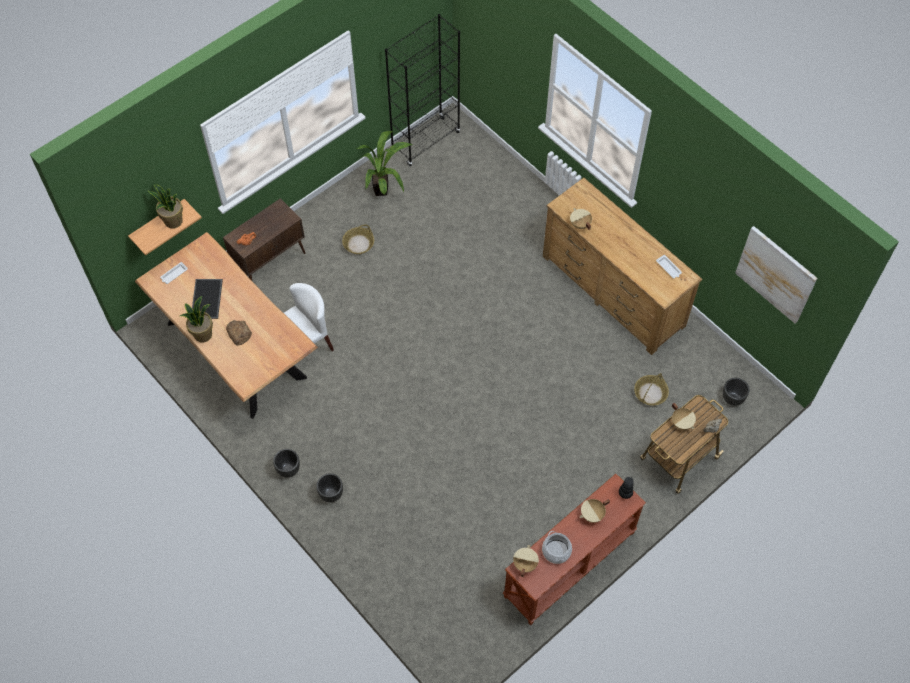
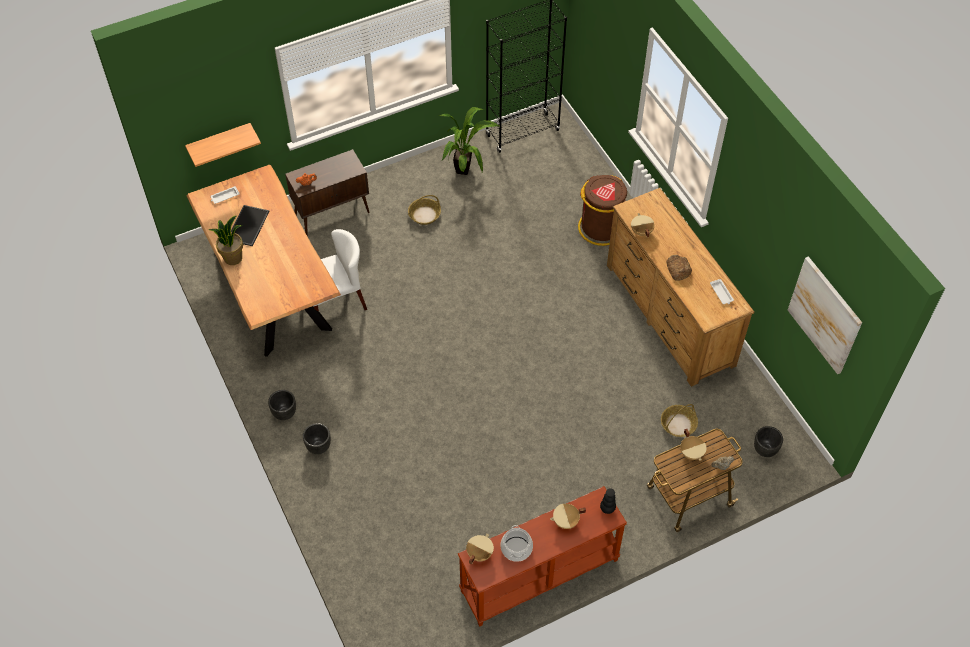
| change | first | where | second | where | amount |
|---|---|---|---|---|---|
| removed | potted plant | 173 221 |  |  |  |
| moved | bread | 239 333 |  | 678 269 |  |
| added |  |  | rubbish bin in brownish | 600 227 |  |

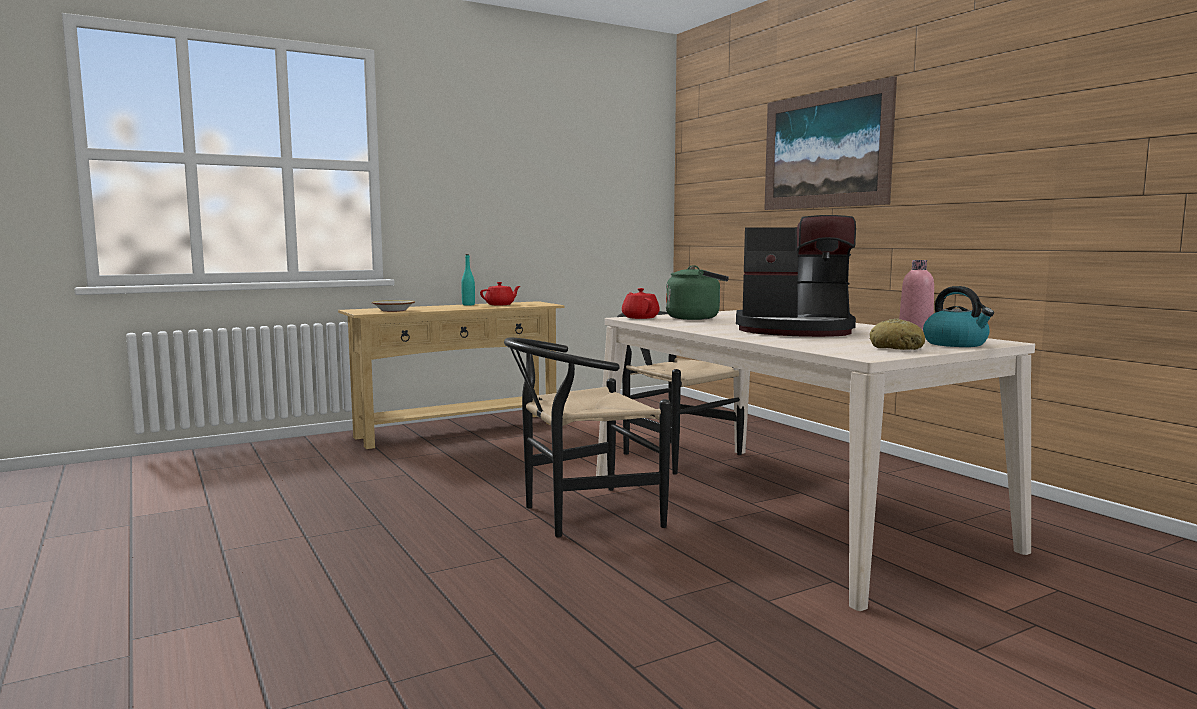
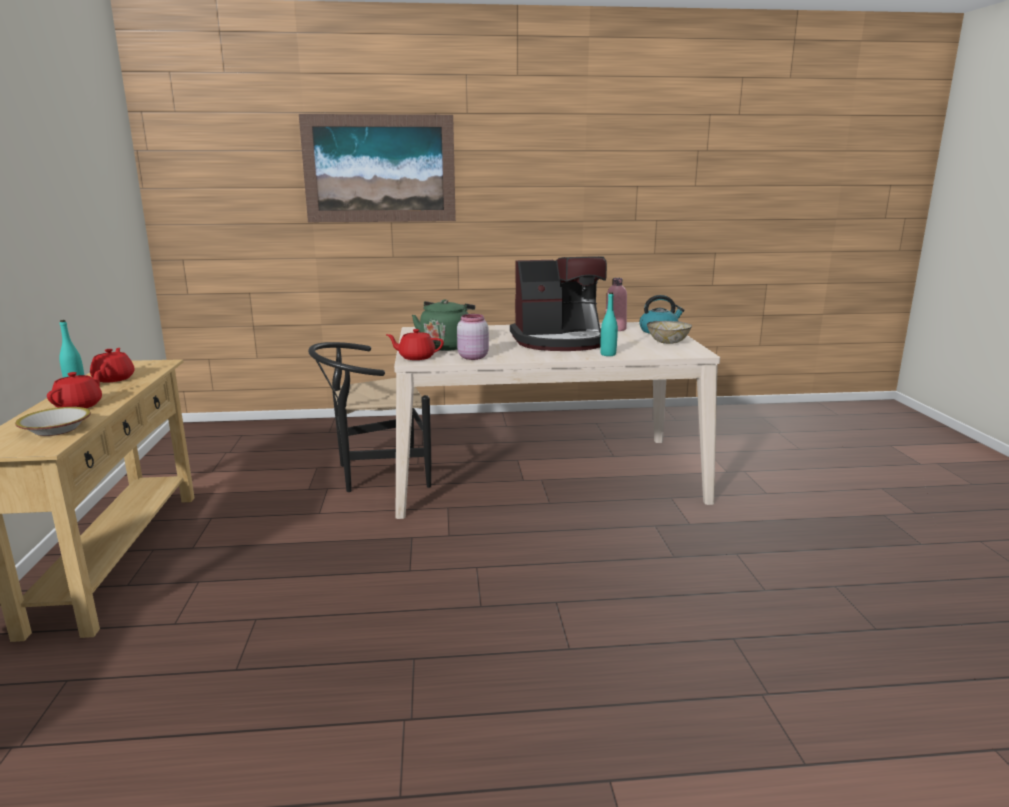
| change | first | where | second | where | amount |
|---|---|---|---|---|---|
| turned | coffee brewer | 795 330 |  | 559 341 | 45 degrees clockwise |
| replaced | bread | 896 348 | serving bowl | 667 342 |  |
| removed | plain chair in blackish | 580 515 |  |  |  |
| added |  |  | drink bottle in turquoise-coloured | 608 354 |  |
| added |  |  | preserve jar in pinkish | 472 357 |  |
| added |  |  | tea pot in reddish | 79 405 |  |

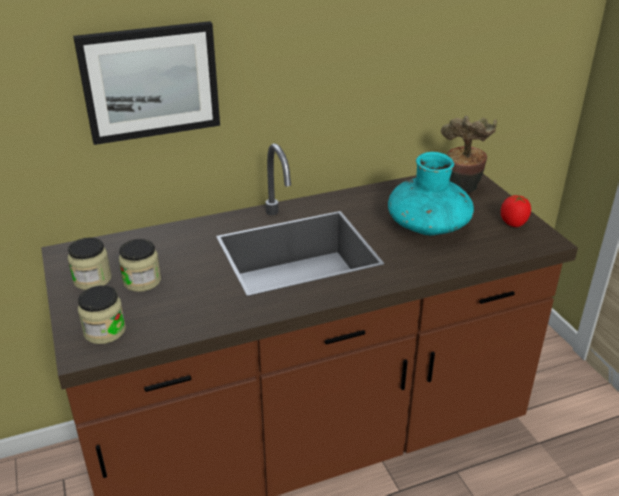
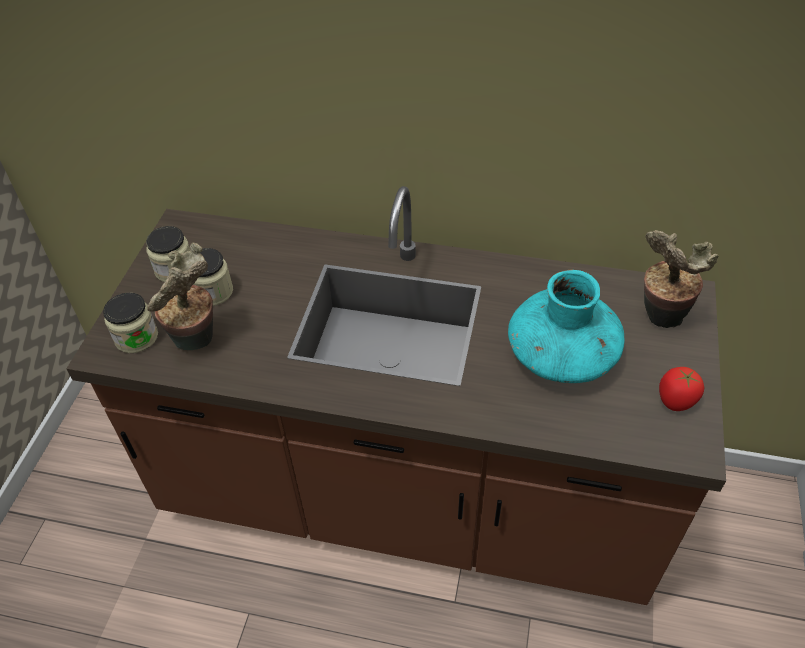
| change | first | where | second | where | amount |
|---|---|---|---|---|---|
| removed | wall picture | 150 82 |  |  |  |
| added |  |  | potted plant | 197 342 |  |

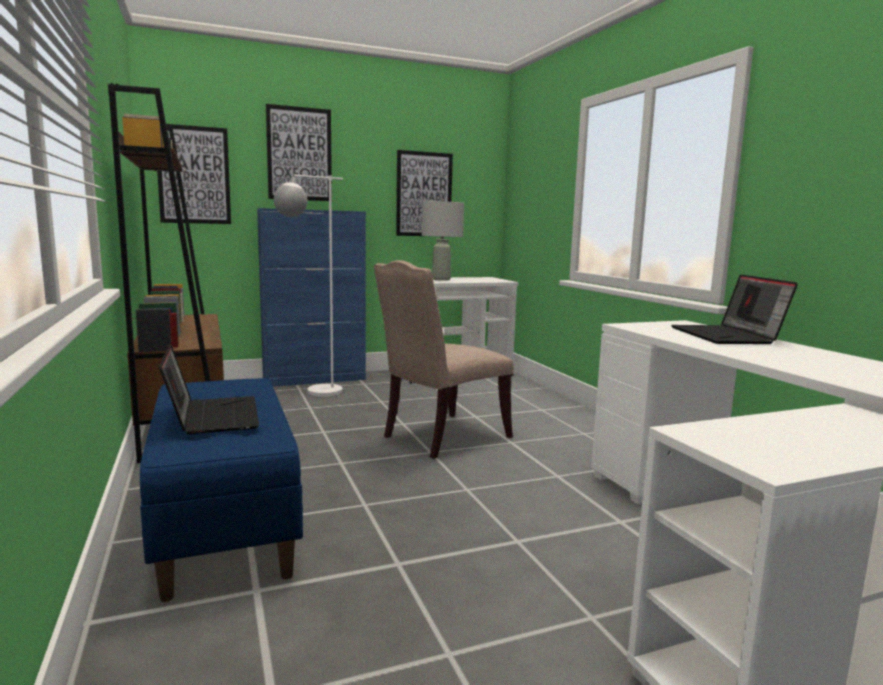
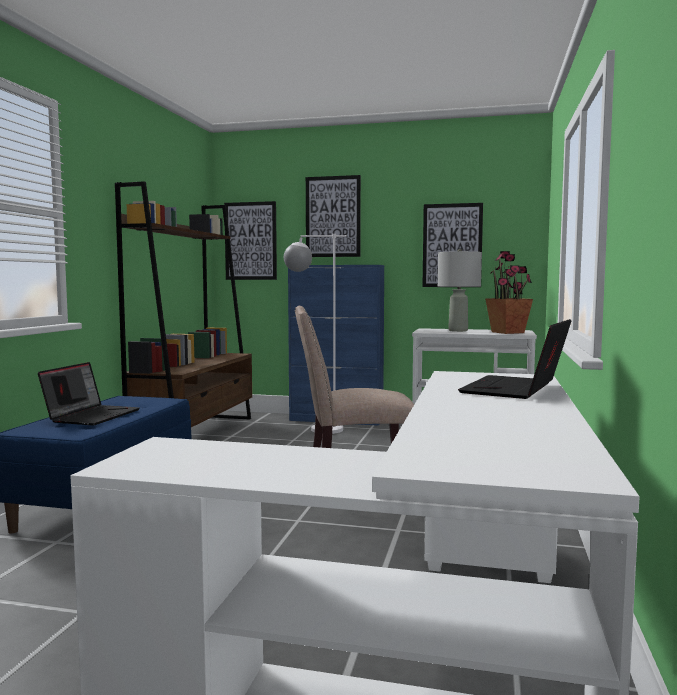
| change | first | where | second | where | amount |
|---|---|---|---|---|---|
| added |  |  | potted plant | 508 332 |  |

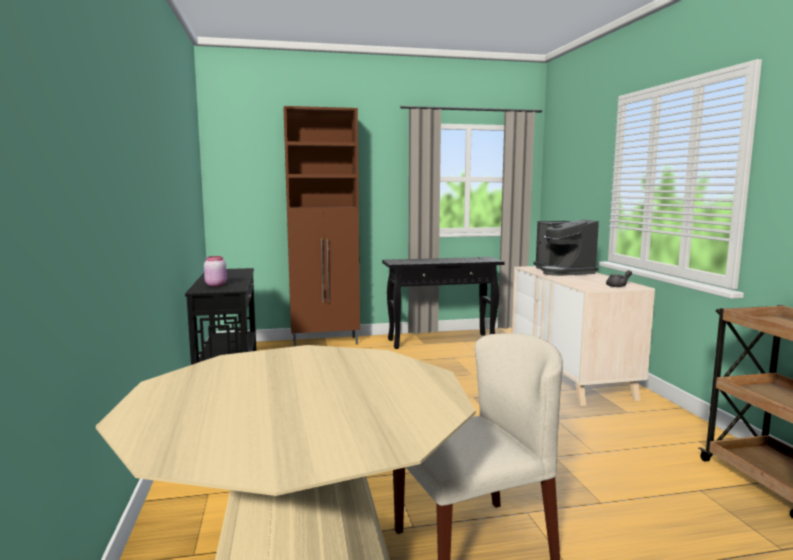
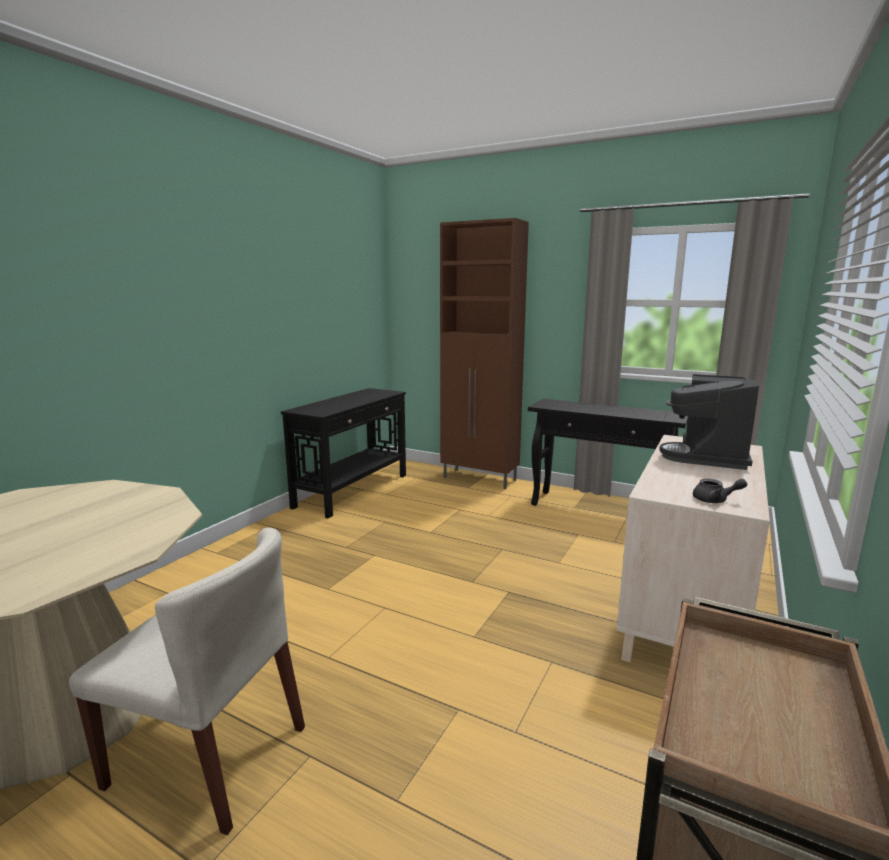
| change | first | where | second | where | amount |
|---|---|---|---|---|---|
| removed | preserve jar in pinkish | 216 285 |  |  |  |

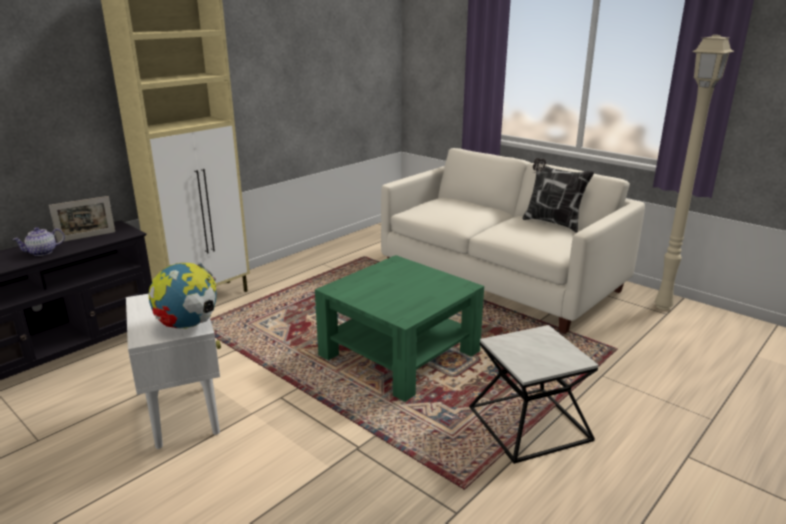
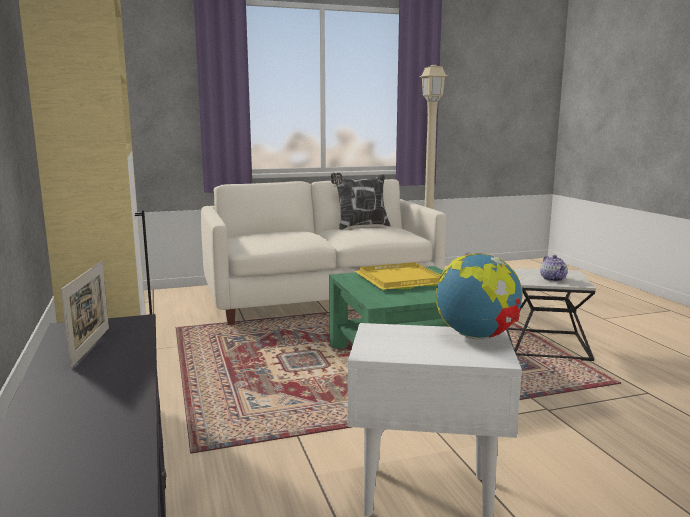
| change | first | where | second | where | amount |
|---|---|---|---|---|---|
| moved | tea pot | 42 252 |  | 553 279 |  |
| added |  |  | serving tray in yellowish | 399 279 |  |

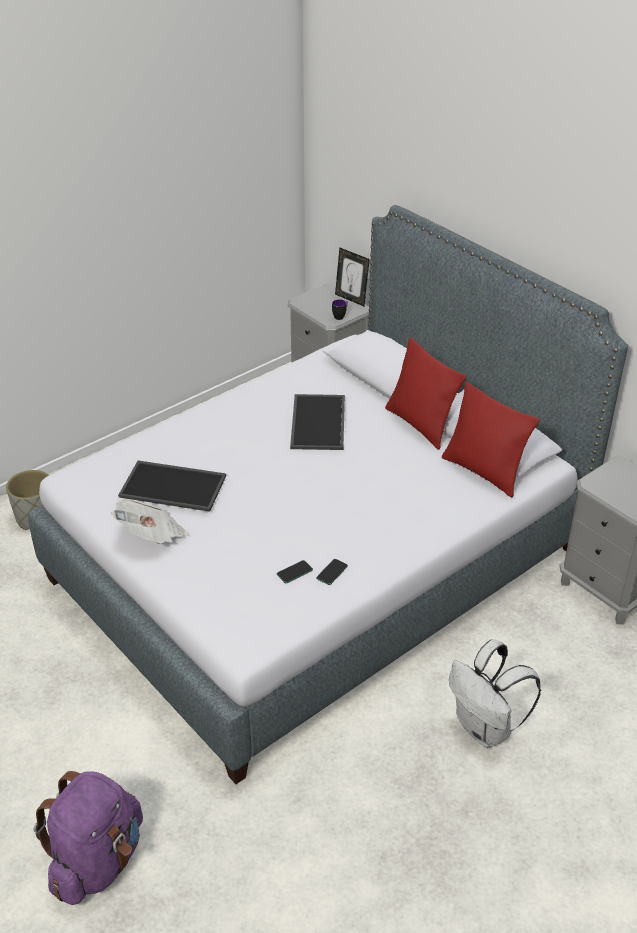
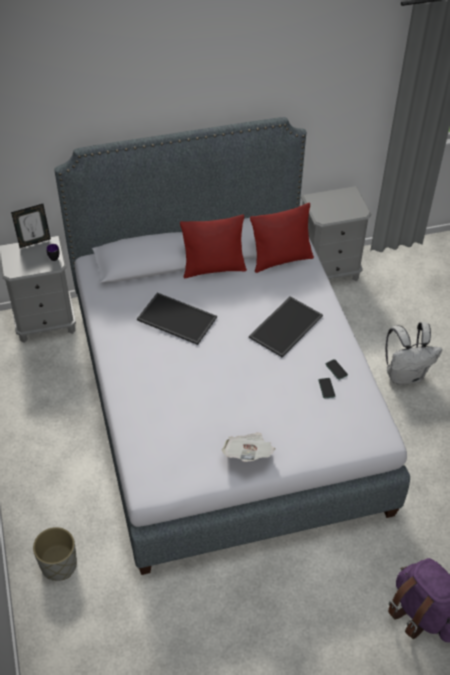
| change | first | where | second | where | amount |
|---|---|---|---|---|---|
| moved | serving tray | 174 485 |  | 285 325 |  |

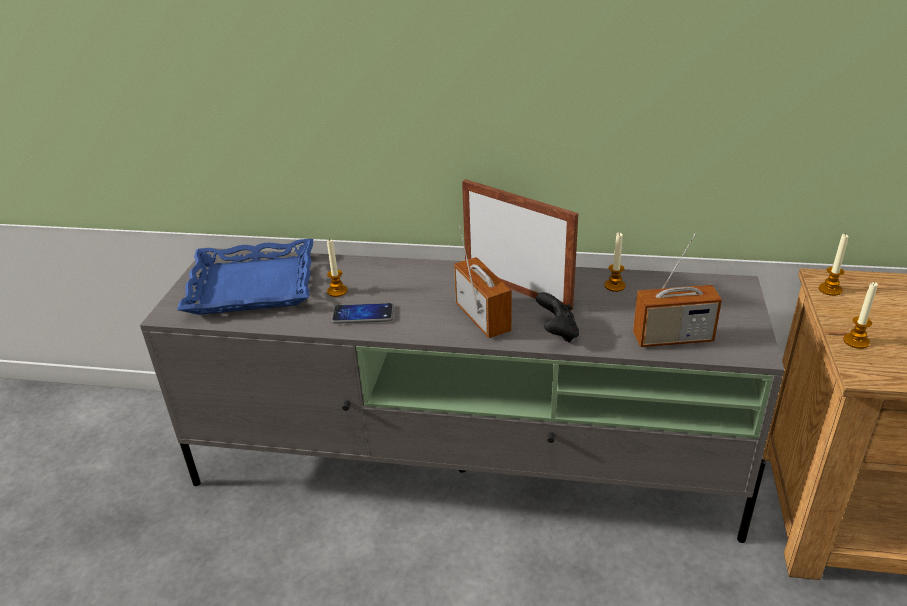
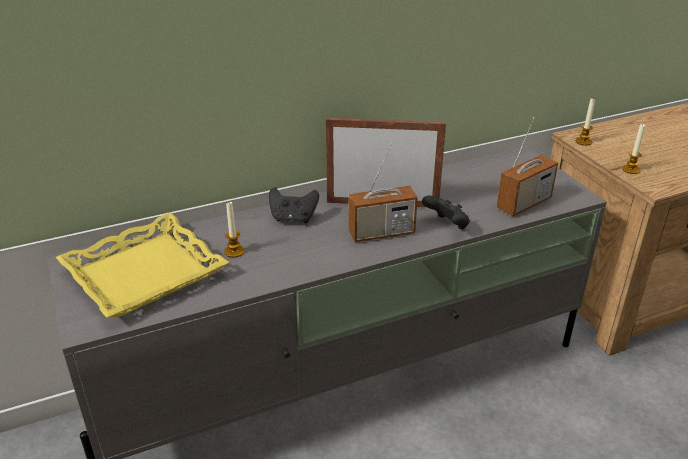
| change | first | where | second | where | amount |
|---|---|---|---|---|---|
| turned | radio receiver | 483 318 |  | 381 233 | 135 degrees clockwise |
| removed | wax light | 614 286 |  |  |  |
| recoloured | serving tray in blue | 253 285 | serving tray in yellowish | 144 272 |  |
| removed | phone | 363 314 |  |  |  |
| added |  |  | game controller in blackish | 293 218 |  |

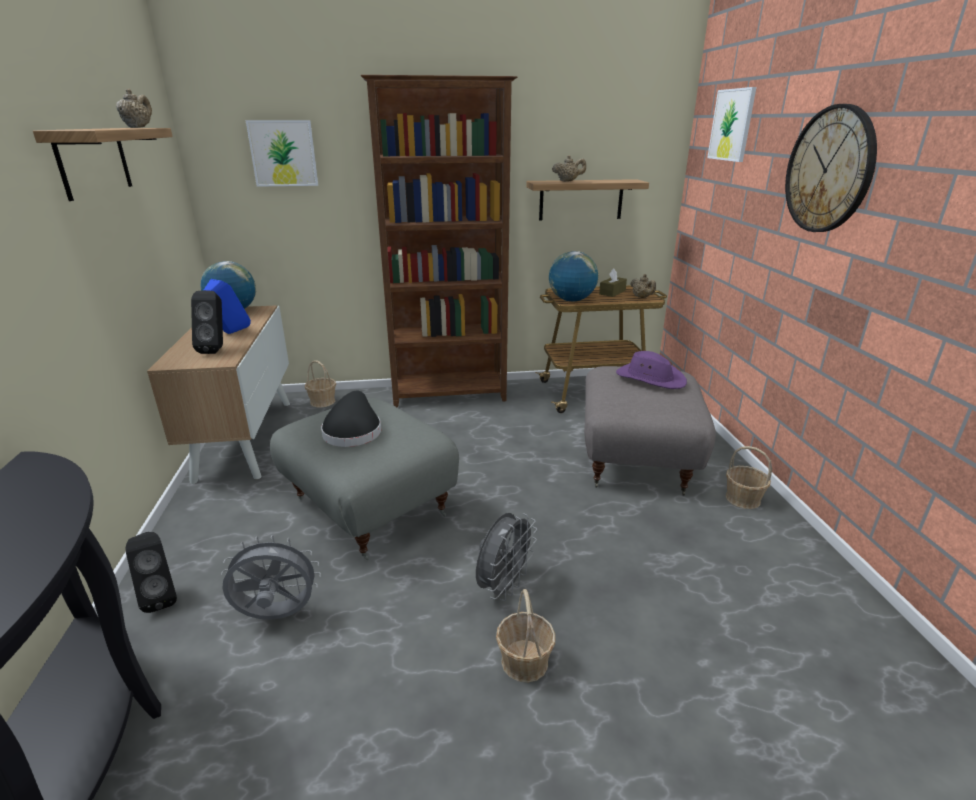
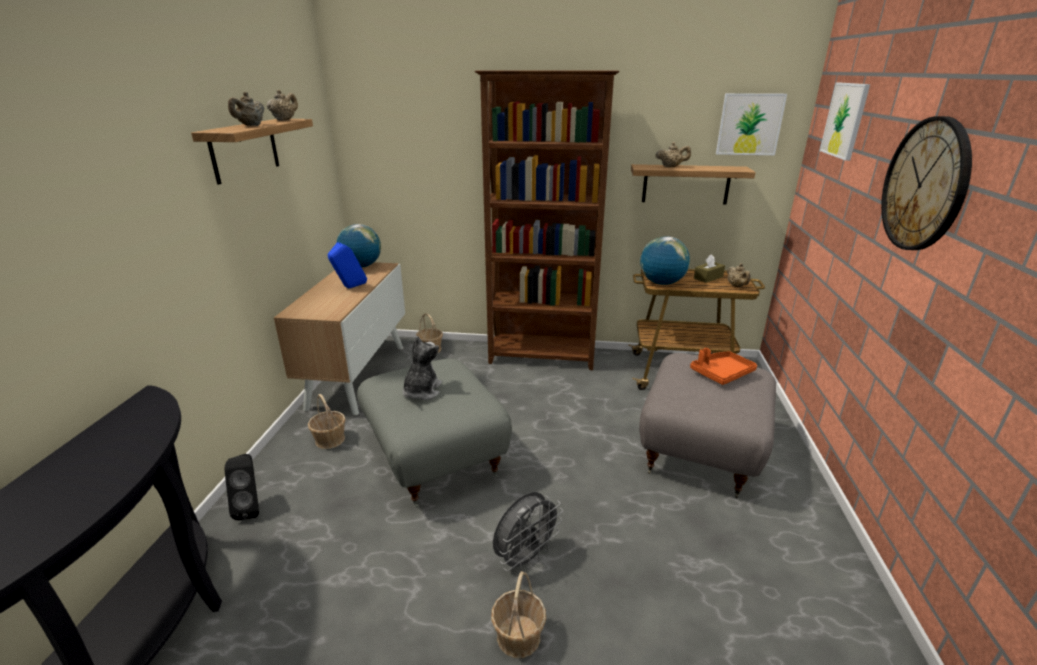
| change | first | where | second | where | amount |
|---|---|---|---|---|---|
| moved | wall picture | 283 153 |  | 749 124 |  |
| removed | loudspeaker in blackish | 216 350 |  |  |  |
| replaced | wearable hat in purple-coloured | 650 378 | serving tray in orangey | 721 373 |  |
| replaced | wearable hat in blackish | 353 431 | cuddly toy | 421 391 |  |
| moved | storage basket | 743 499 |  | 330 440 |  |
| removed | cooling fan in gray | 276 616 |  |  |  |
| added |  |  | tea pot in beige | 251 126 |  |

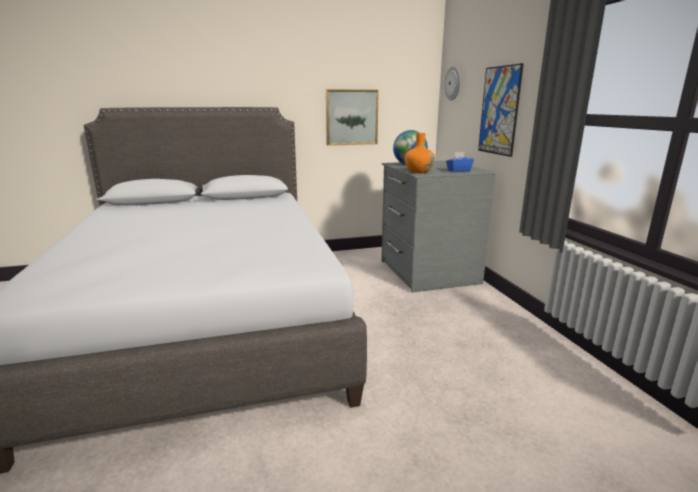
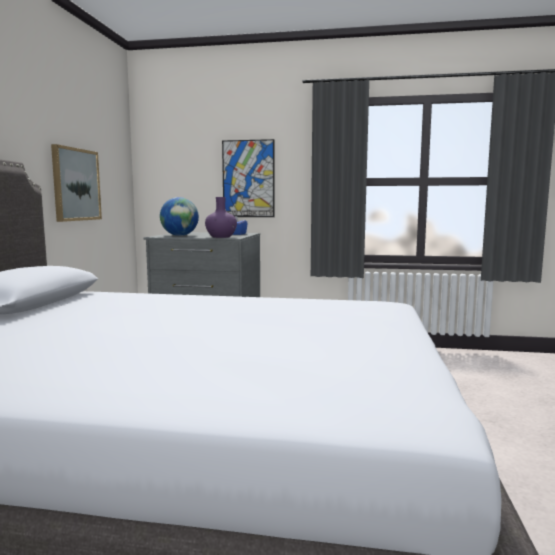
| change | first | where | second | where | amount |
|---|---|---|---|---|---|
| removed | wall clock | 453 83 |  |  |  |
| recoloured | decorative vase in orangey | 418 171 | decorative vase in purple-coloured | 221 237 |  |

